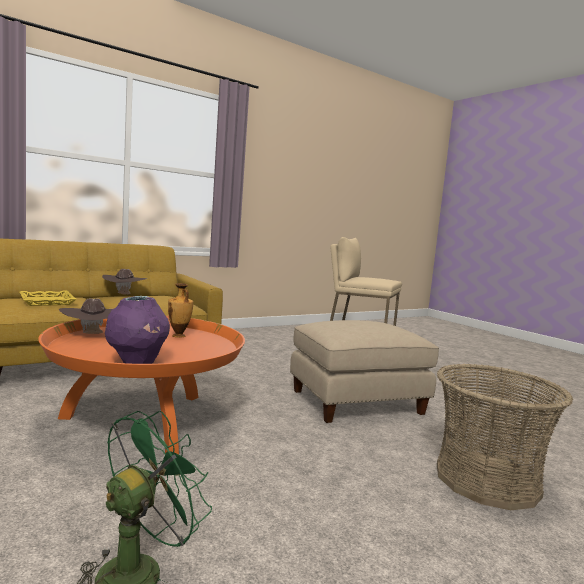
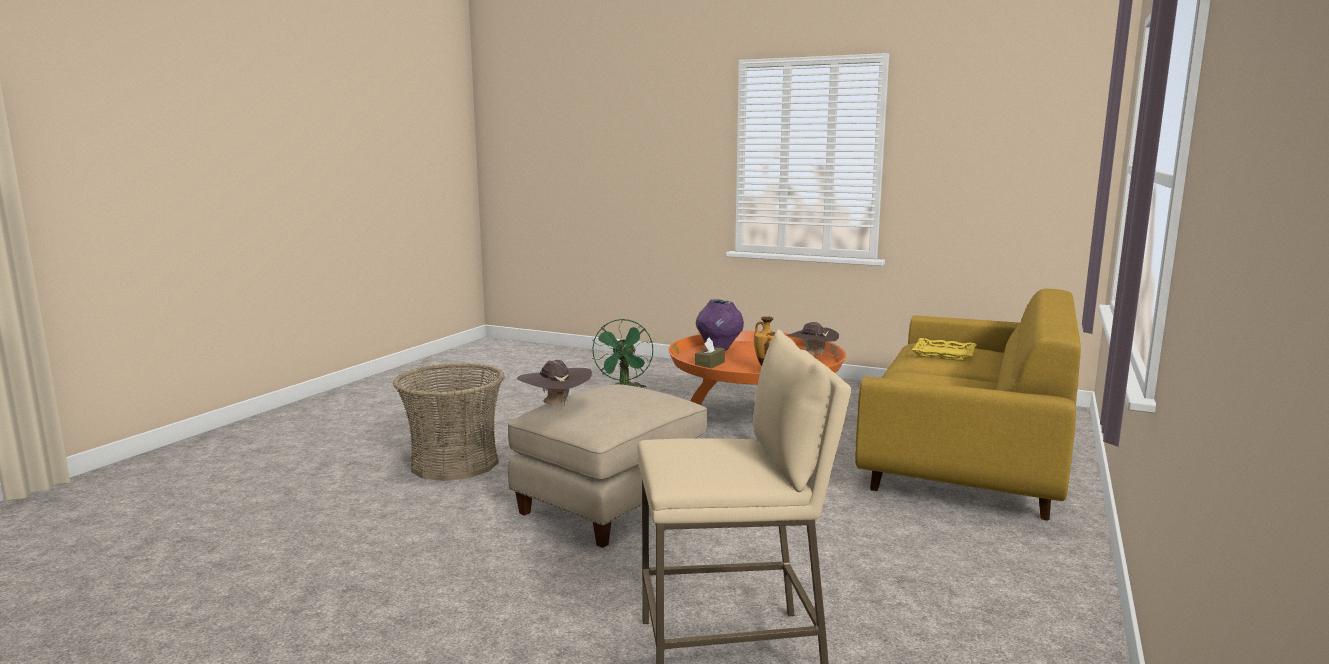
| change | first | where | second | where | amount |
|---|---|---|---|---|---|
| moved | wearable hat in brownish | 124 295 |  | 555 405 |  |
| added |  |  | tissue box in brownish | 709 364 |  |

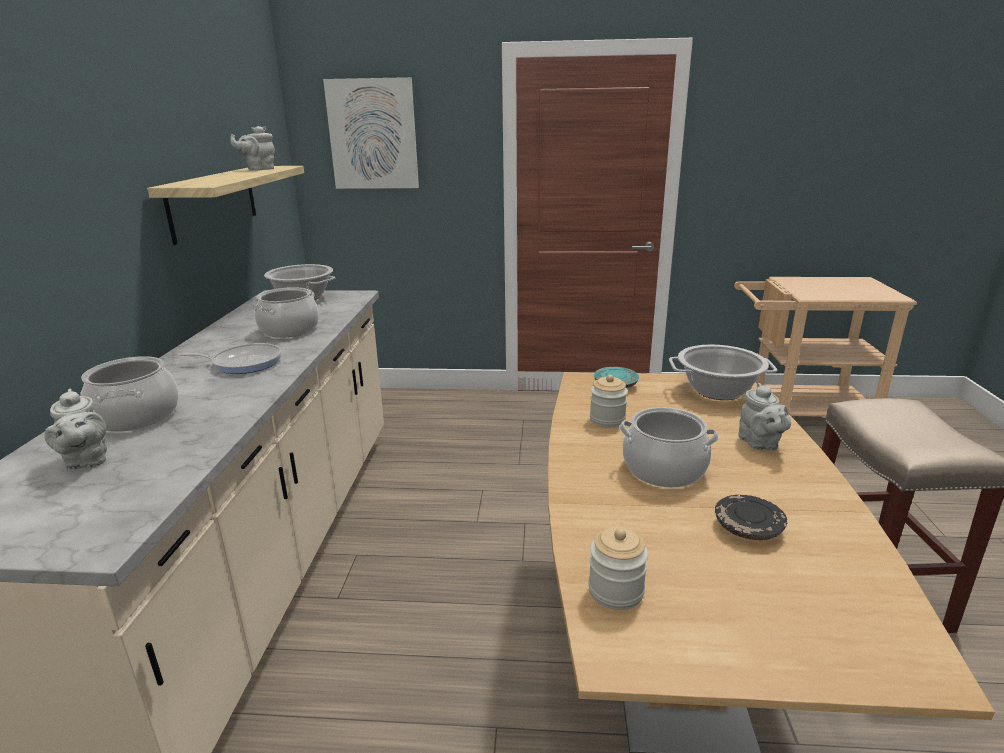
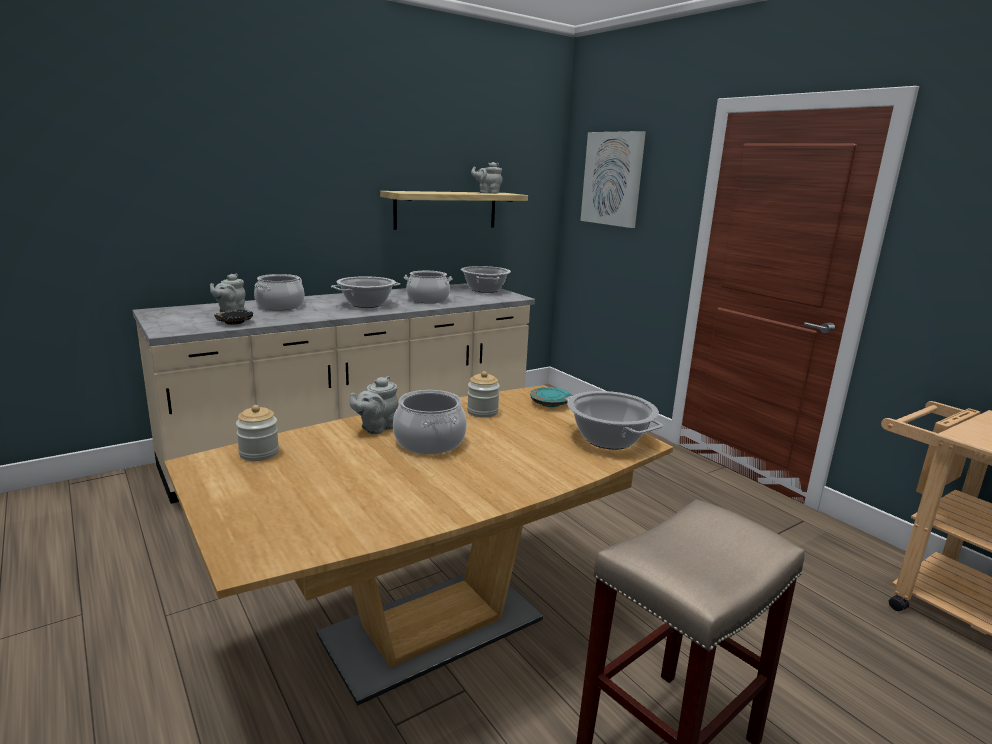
| change | first | where | second | where | amount |
|---|---|---|---|---|---|
| replaced | pan | 243 363 | cooking pot | 366 304 |  |
| moved | tea pot in gray | 760 444 |  | 376 428 |  |
| moved | plate in blackish | 748 527 |  | 234 322 |  |

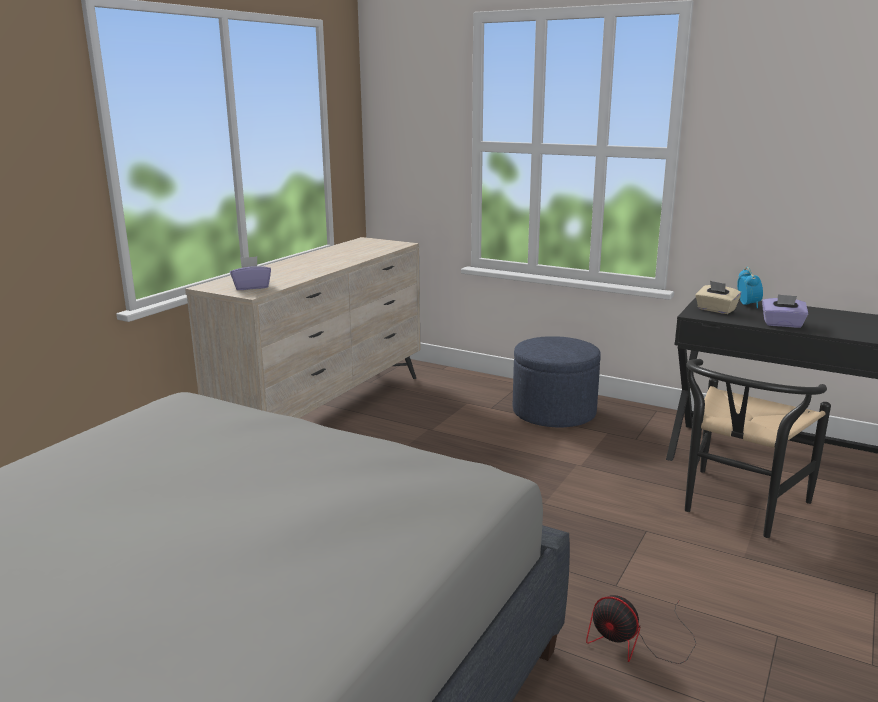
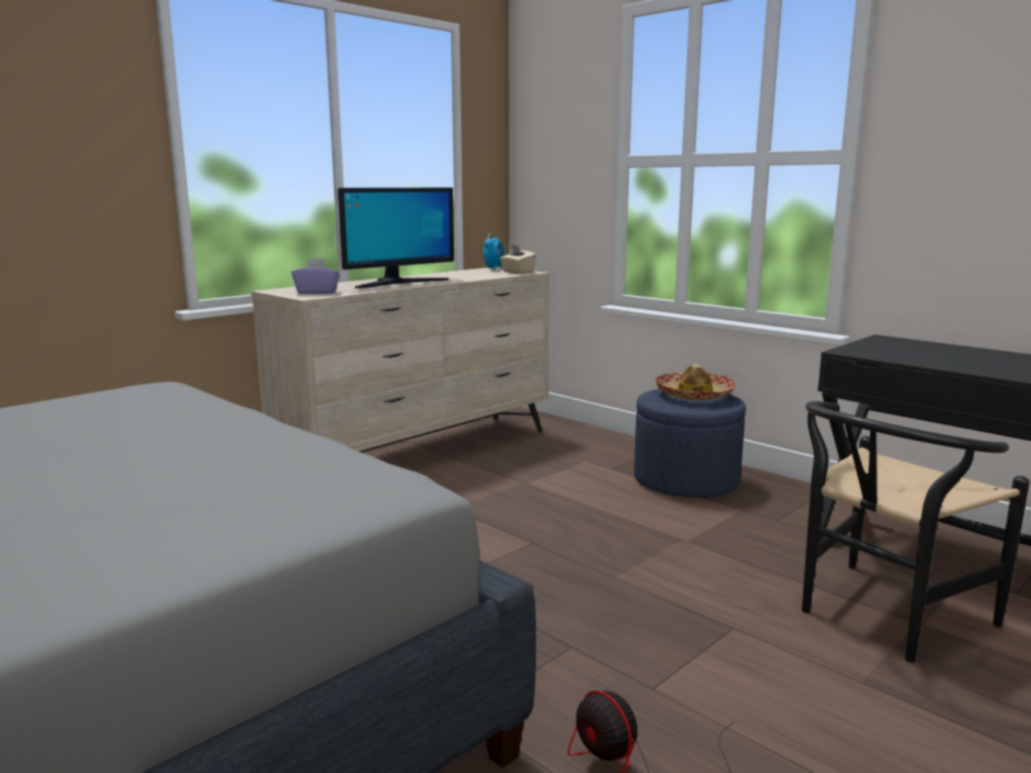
| change | first | where | second | where | amount |
|---|---|---|---|---|---|
| moved | table clock | 747 305 |  | 494 269 |  |
| moved | tissue box in beige | 715 310 |  | 517 272 |  |
| removed | tissue box in purple-coloured | 782 324 |  |  |  |
| added |  |  | computer screen | 398 283 |  |
| added |  |  | wearable hat | 694 395 |  |

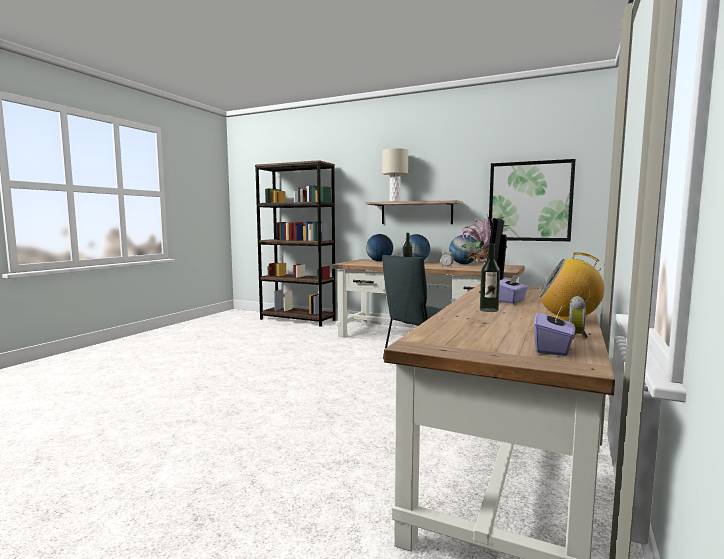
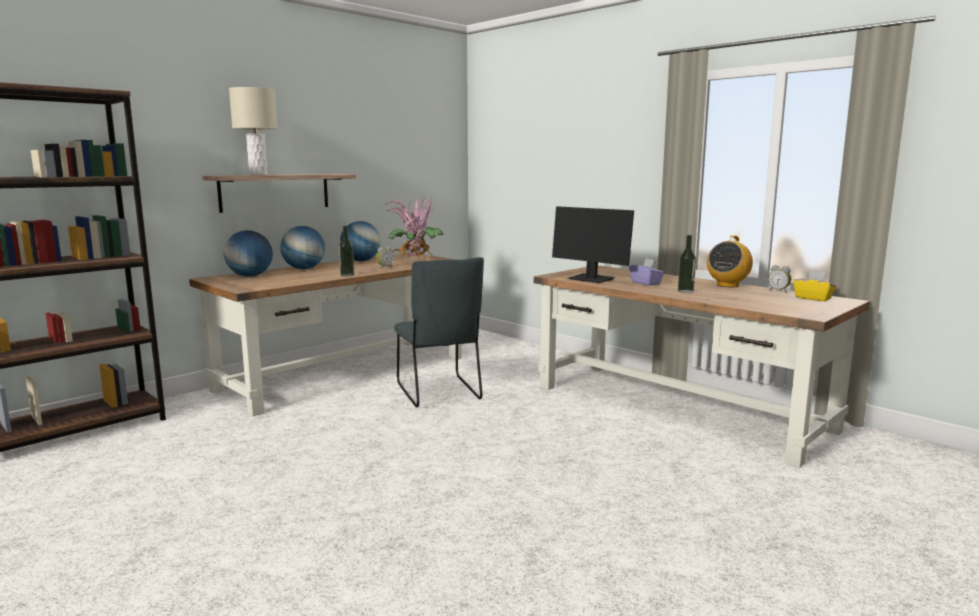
| change | first | where | second | where | amount |
|---|---|---|---|---|---|
| removed | wall picture | 529 201 |  |  |  |
| recoloured | tissue box in purple-coloured | 553 349 | tissue box in yellowish | 813 298 |  |

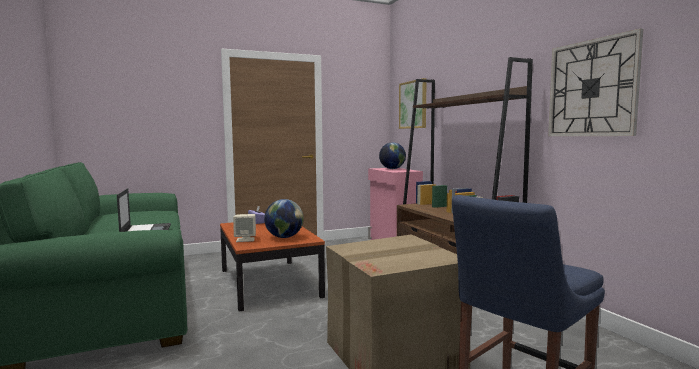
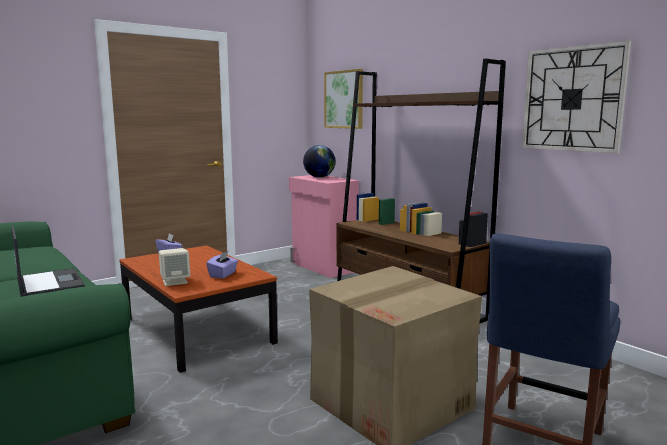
| change | first | where | second | where | amount |
|---|---|---|---|---|---|
| replaced | desk globe | 284 237 | tissue box in purple-coloured | 223 275 |  |

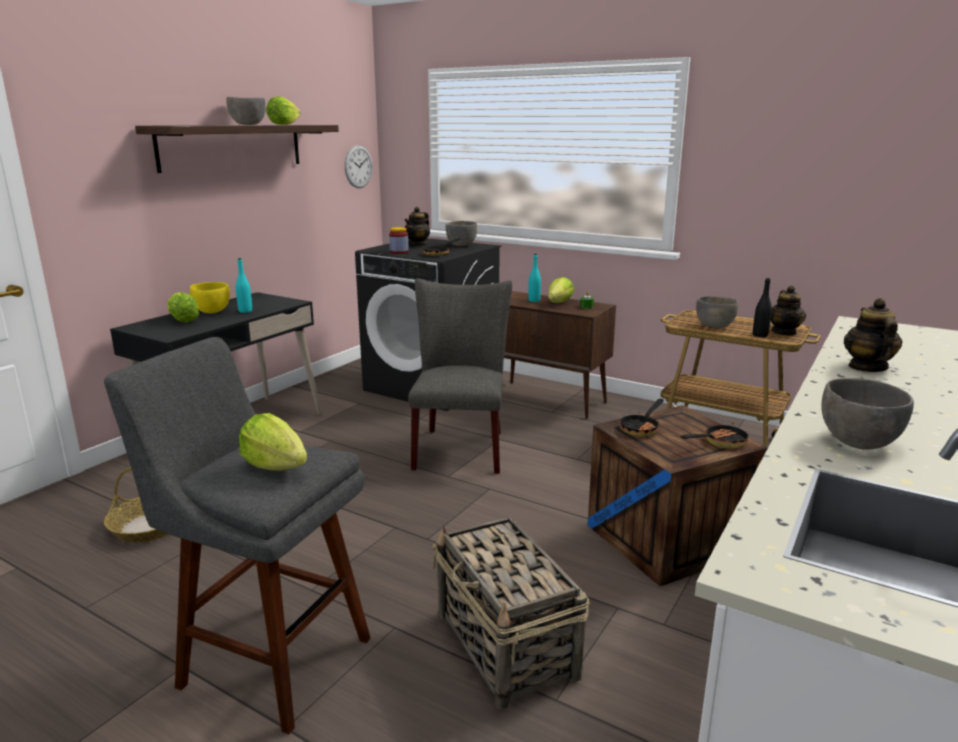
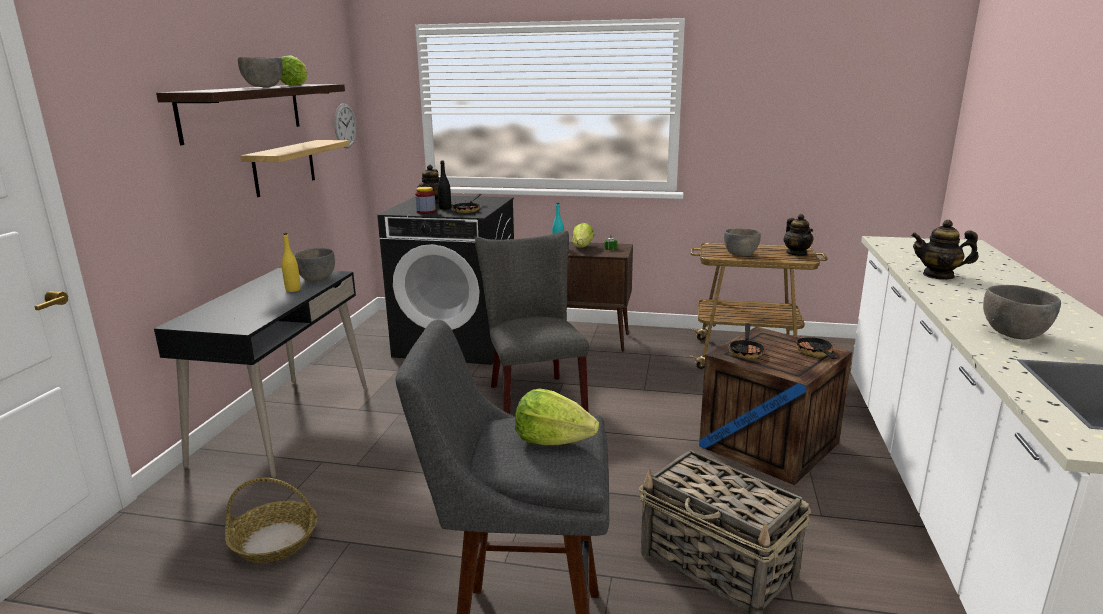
| change | first | where | second | where | amount |
|---|---|---|---|---|---|
| moved | serving bowl in gray | 461 245 |  | 317 279 |  |
| recoloured | drink bottle in turquoise-coloured | 245 311 | drink bottle in yellowish | 293 290 |  |
| moved | drink bottle in blackish | 760 335 |  | 445 208 |  |
| removed | serving bowl in yellowish | 212 311 |  |  |  |
| removed | lettuce | 183 320 |  |  |  |
| turned | tea pot | 867 367 |  | 938 275 | 60 degrees counterclockwise |
| turned | pan | 720 443 |  | 815 353 | 45 degrees counterclockwise |
| added |  |  | shelf | 284 167 |  |

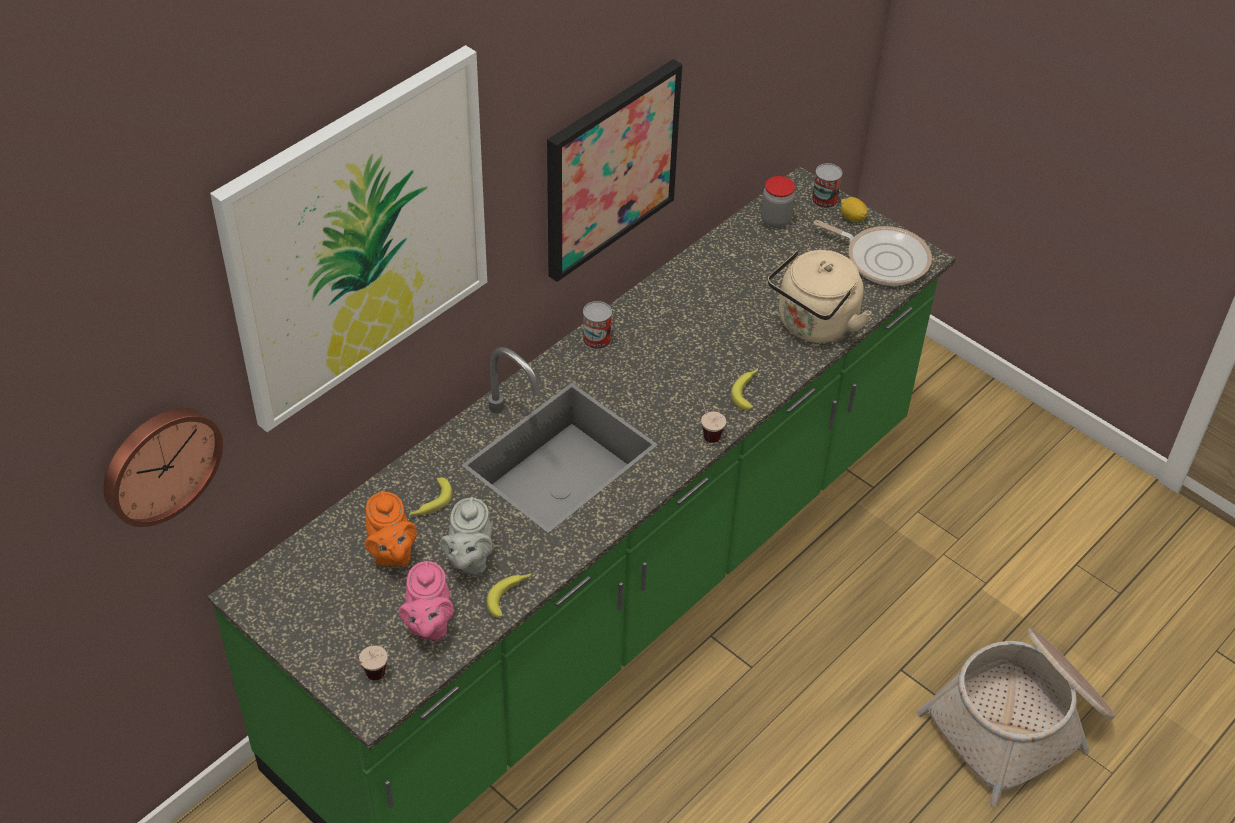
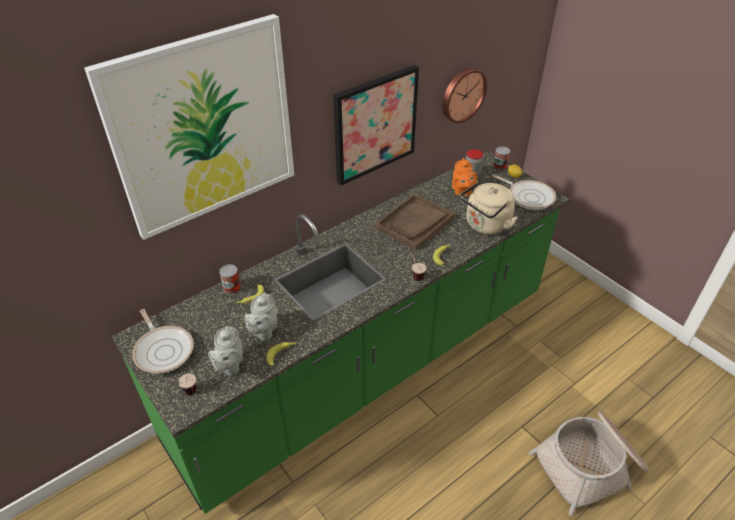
| change | first | where | second | where | amount |
|---|---|---|---|---|---|
| moved | metal can | 596 339 |  | 232 288 |  |
| moved | wall clock | 159 463 |  | 462 94 |  |
| moved | tea pot in orangey | 391 554 |  | 462 192 |  |
| recoloured | tea pot in pinkish | 428 626 | tea pot in gray | 229 366 |  |
| added |  |  | serving tray in brownish | 414 223 |  |
| added |  |  | pan | 163 350 |  |

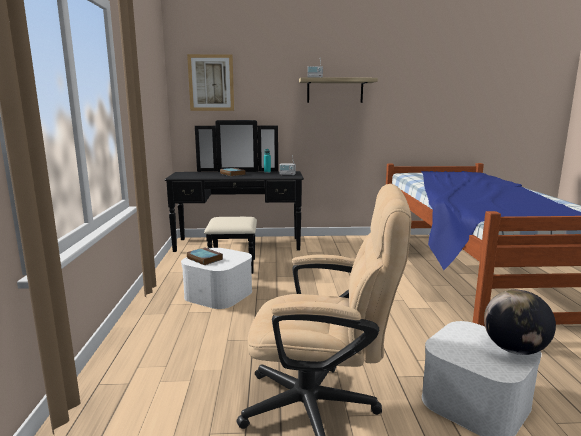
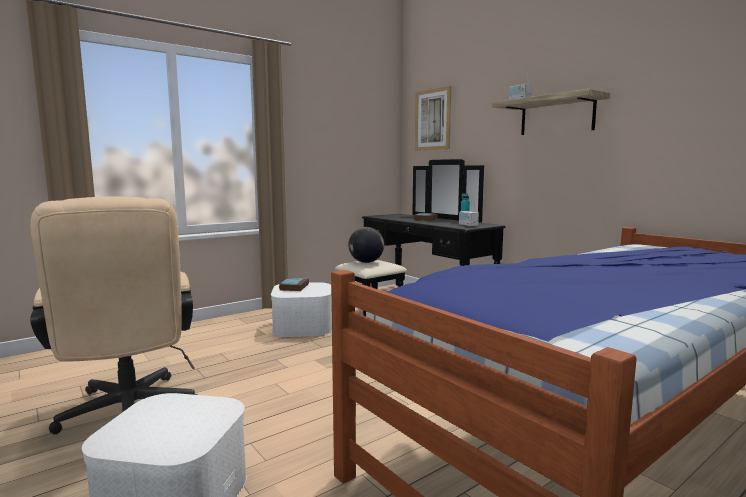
| change | first | where | second | where | amount |
|---|---|---|---|---|---|
| moved | desk globe | 514 349 |  | 366 262 |  |

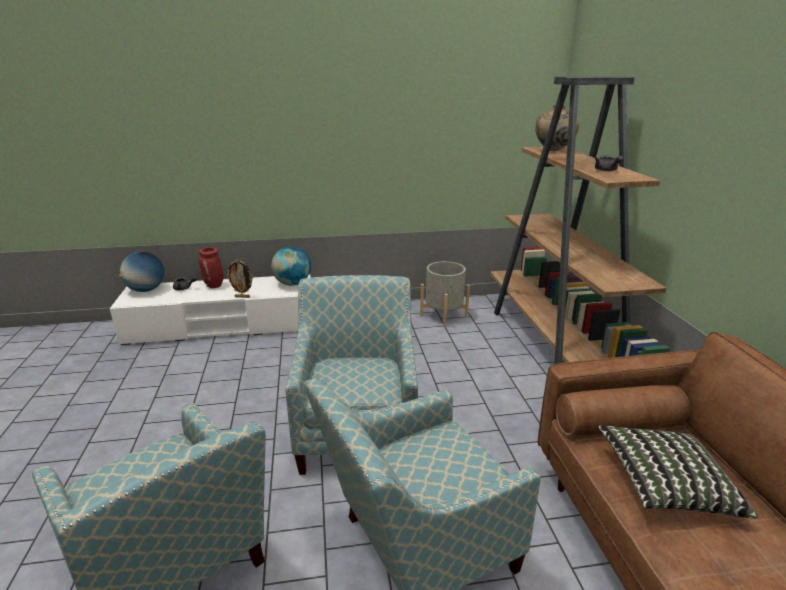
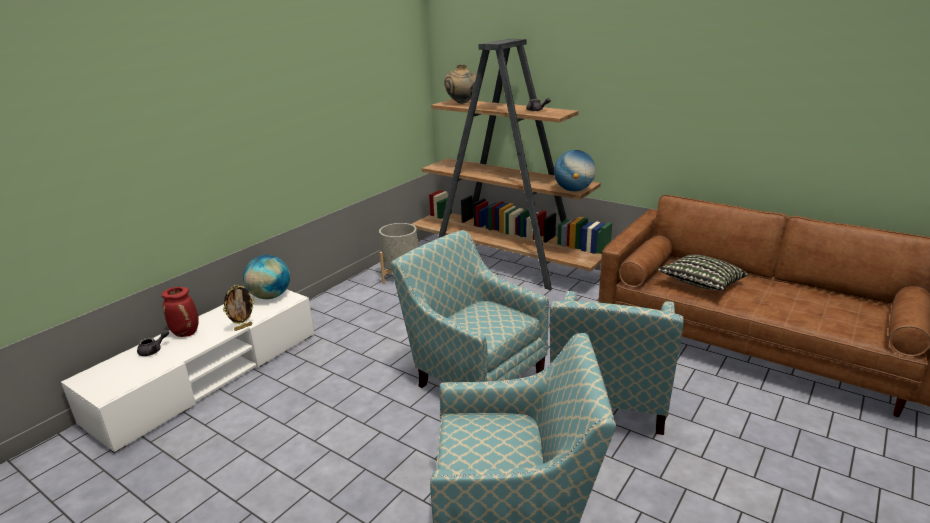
| change | first | where | second | where | amount |
|---|---|---|---|---|---|
| moved | desk globe | 146 290 |  | 573 190 |  |

